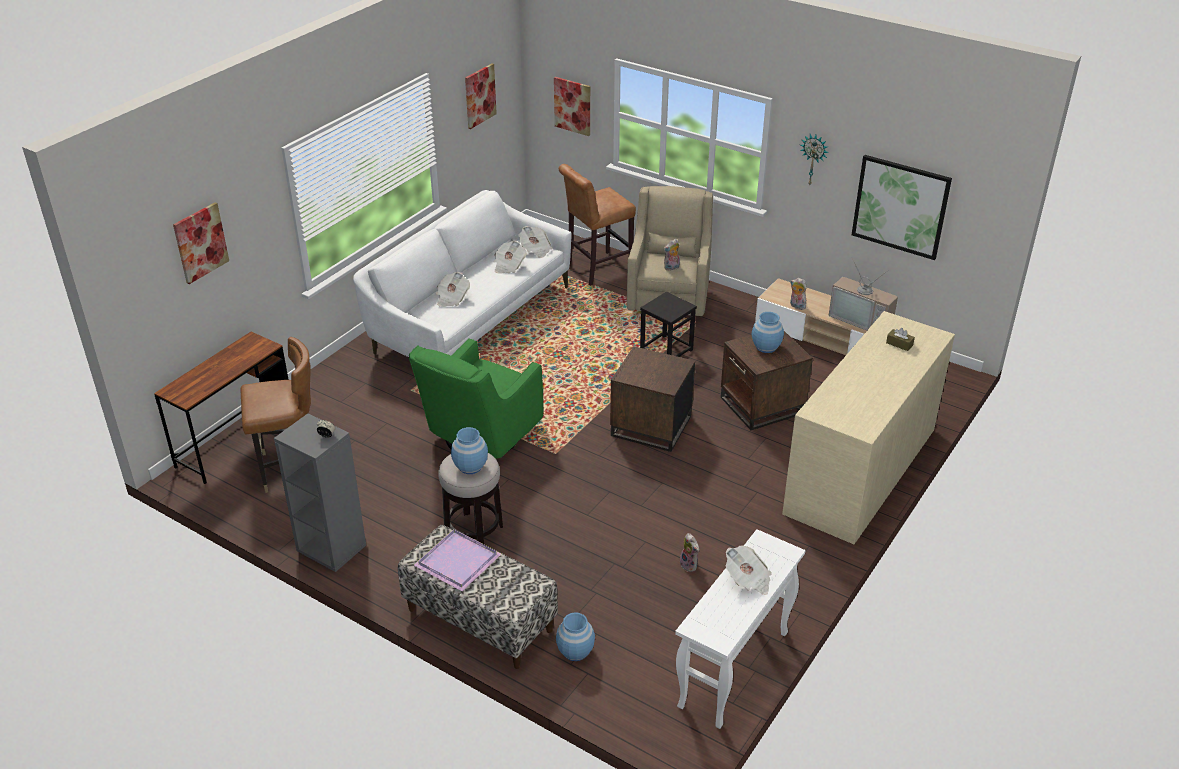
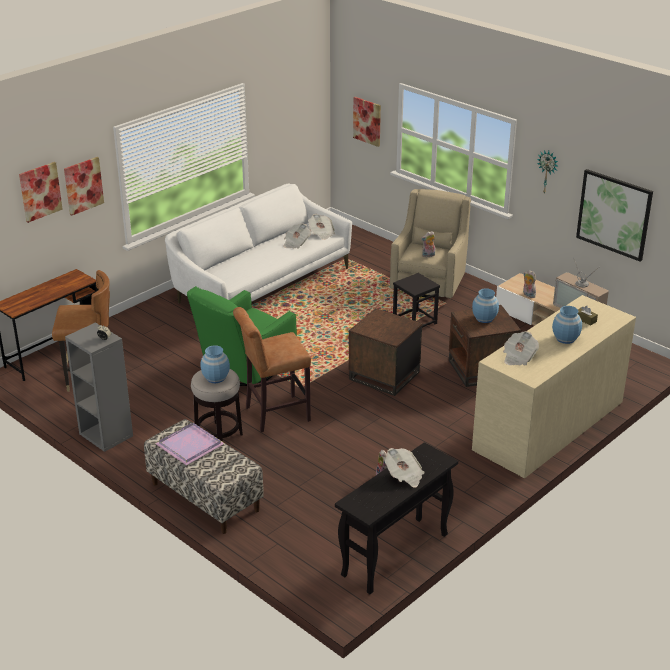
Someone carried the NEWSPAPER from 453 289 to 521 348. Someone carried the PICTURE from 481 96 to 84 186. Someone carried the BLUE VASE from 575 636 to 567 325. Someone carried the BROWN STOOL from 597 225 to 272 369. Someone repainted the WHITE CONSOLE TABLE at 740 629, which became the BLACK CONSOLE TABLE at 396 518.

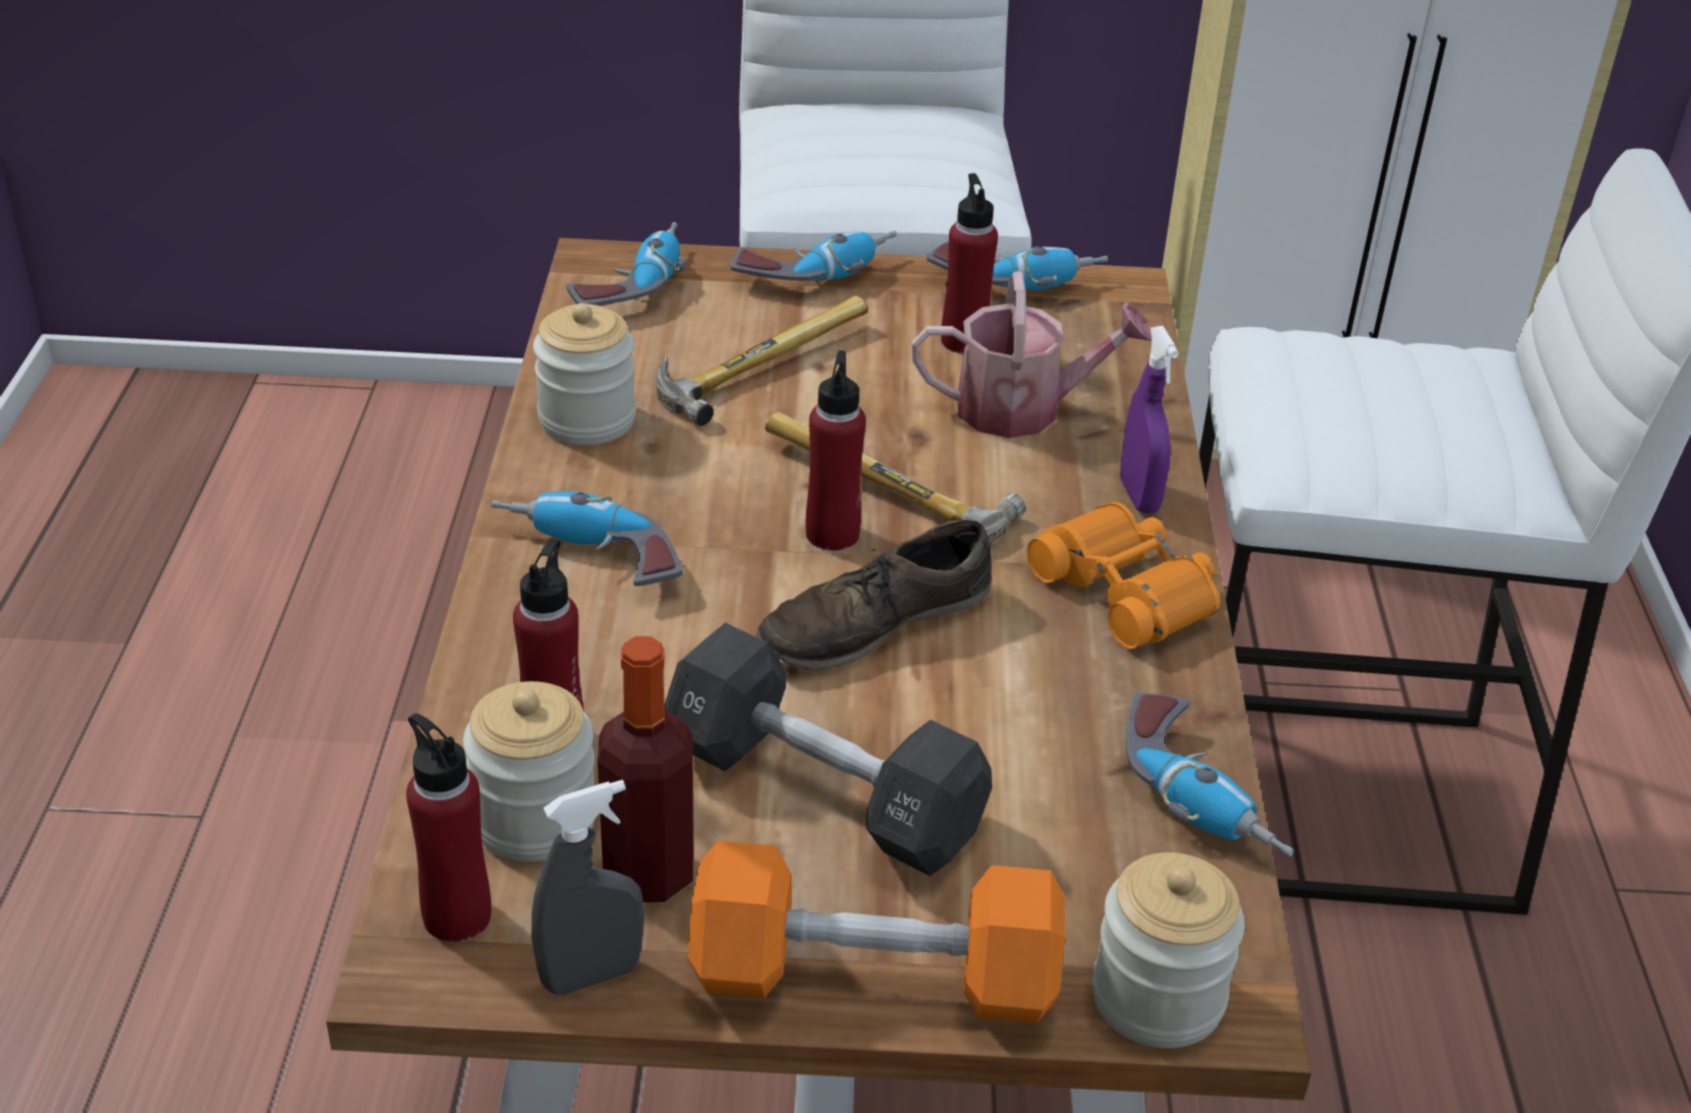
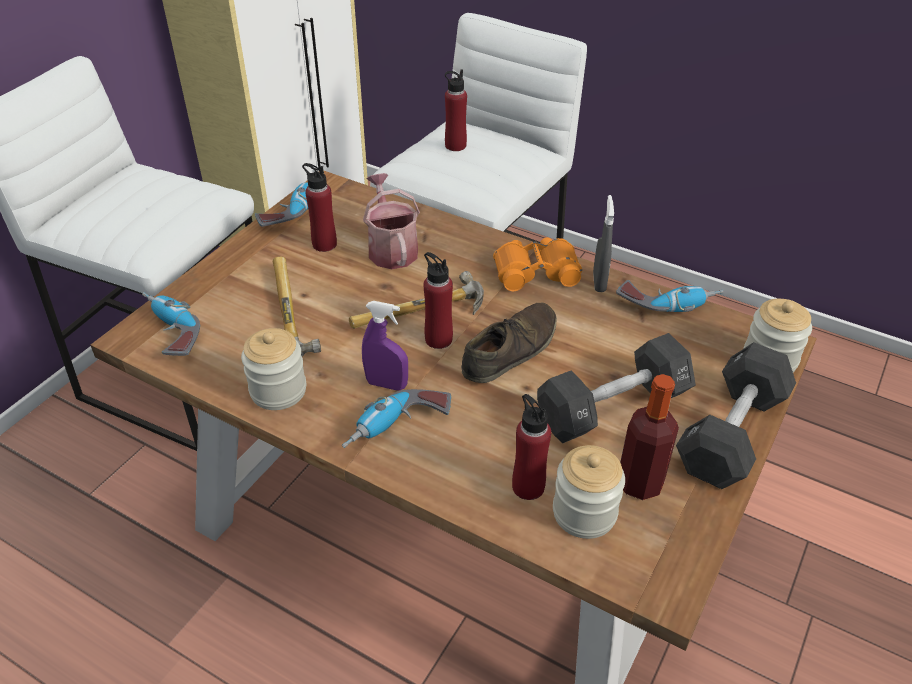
Someone carried the RED BOTTLE from 448 827 to 456 110. Someone carried the GREY SPRAY BOTTLE from 587 887 to 603 243. Someone repainted the ORANGE DUMBBELL at 876 932, which became the BLACK DUMBBELL at 736 415. Someone took away the POWER DRILL at 814 256. Someone rotated the BROWN SHOE at 874 595 by 135 degrees counterclockwise. Someone rotated the WATERING CAN at 1032 354 by 45 degrees counterclockwise. Someone carried the PURPLE SPRAY BOTTLE from 1149 420 to 385 345.

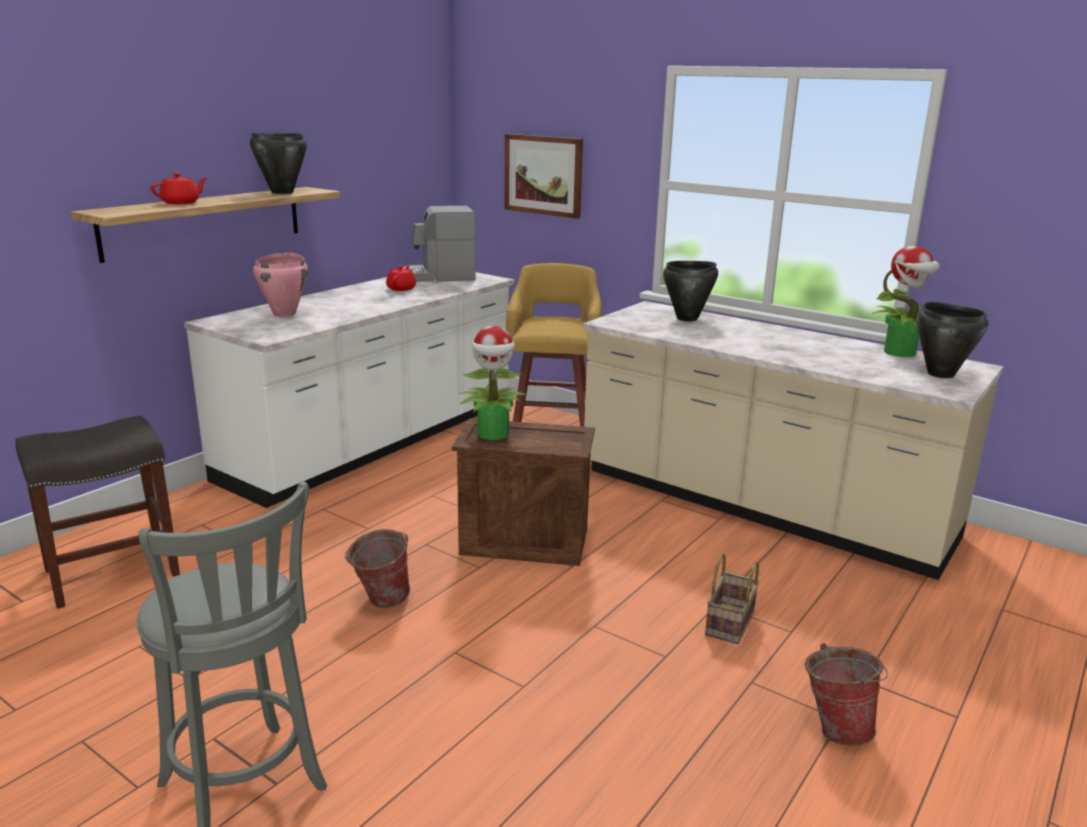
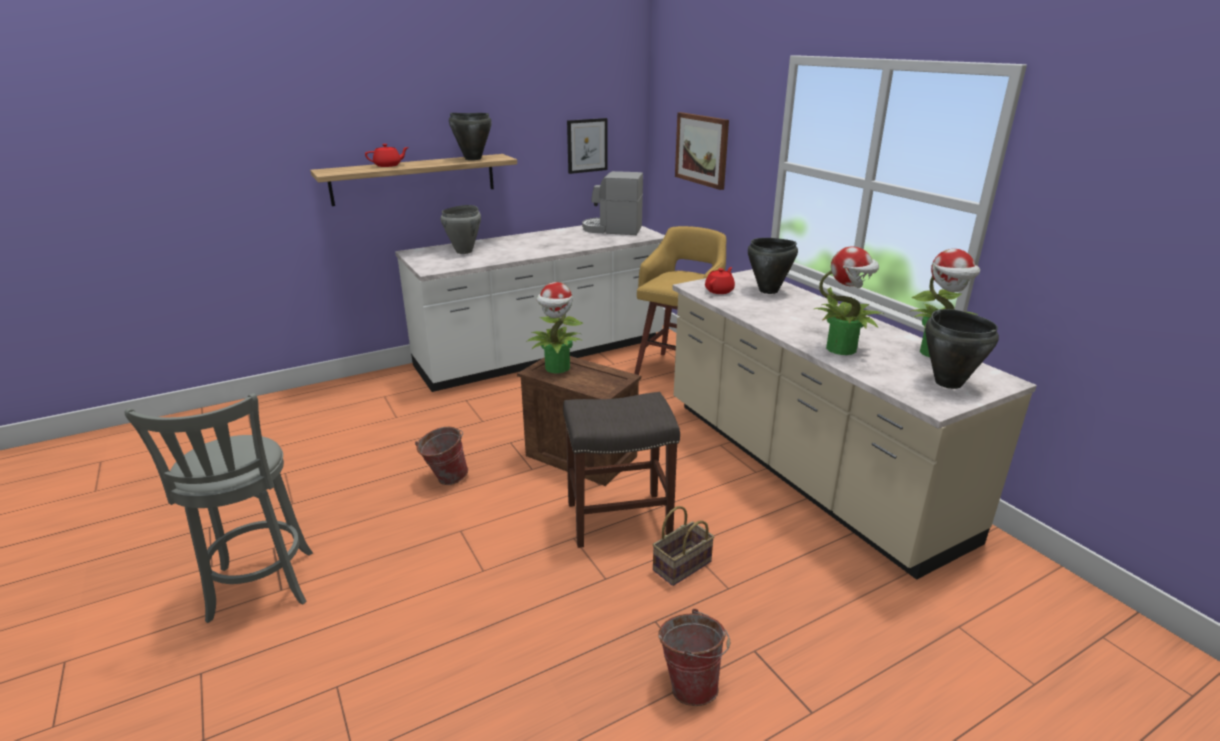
Someone carried the GREY STOOL from 97 512 to 621 470. Someone repainted the PINK COOKING POT at 280 284, which became the GREY COOKING POT at 461 229. Someone carried the RED TEAPOT from 401 278 to 720 280. Someone put up the PICTURE at 587 146. Someone put down the POTTED PLANT at 849 300.

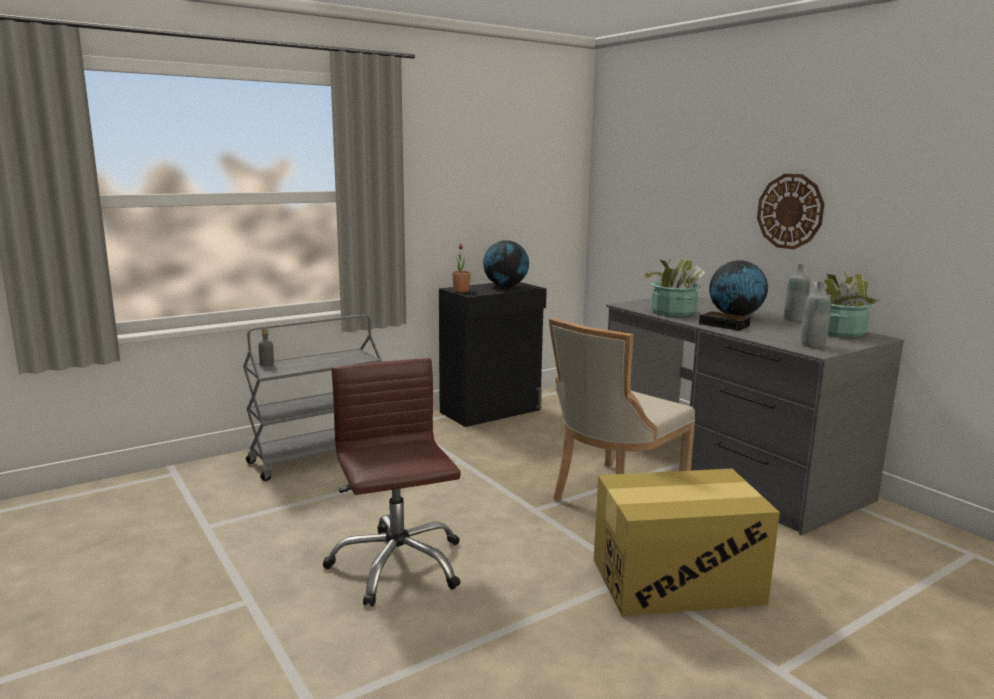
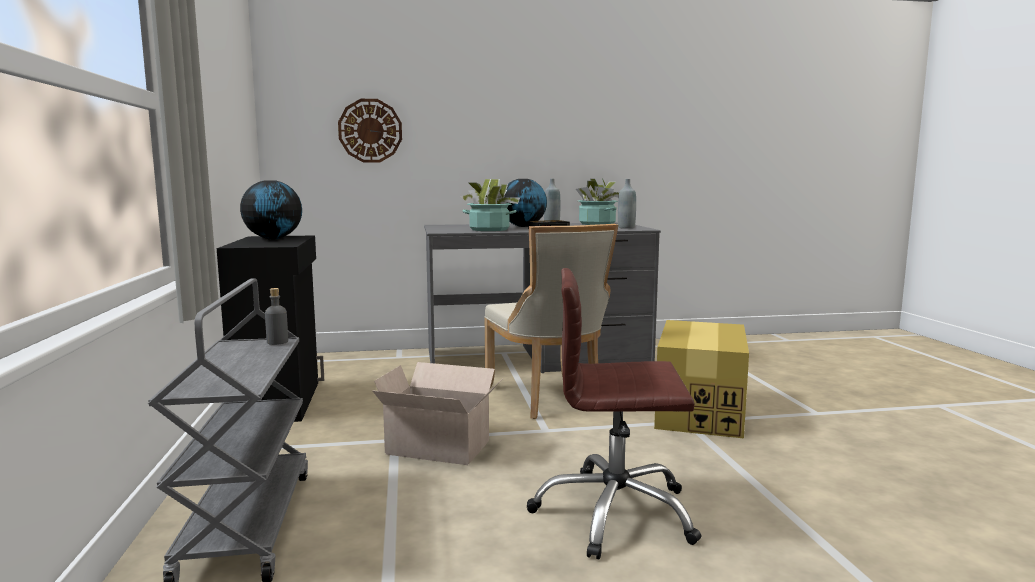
Someone carried the GREY BOTTLE from 266 347 to 276 316. Someone took away the POTTED PLANT at 461 268. Someone carried the WALL CLOCK from 790 211 to 370 131. Someone put down the CARDBOARD BOX at 437 413.

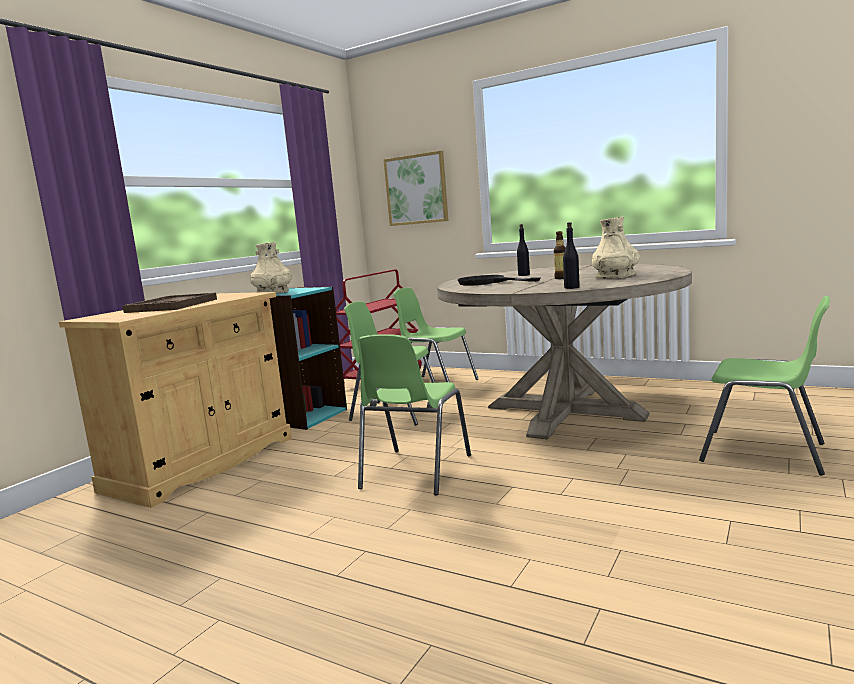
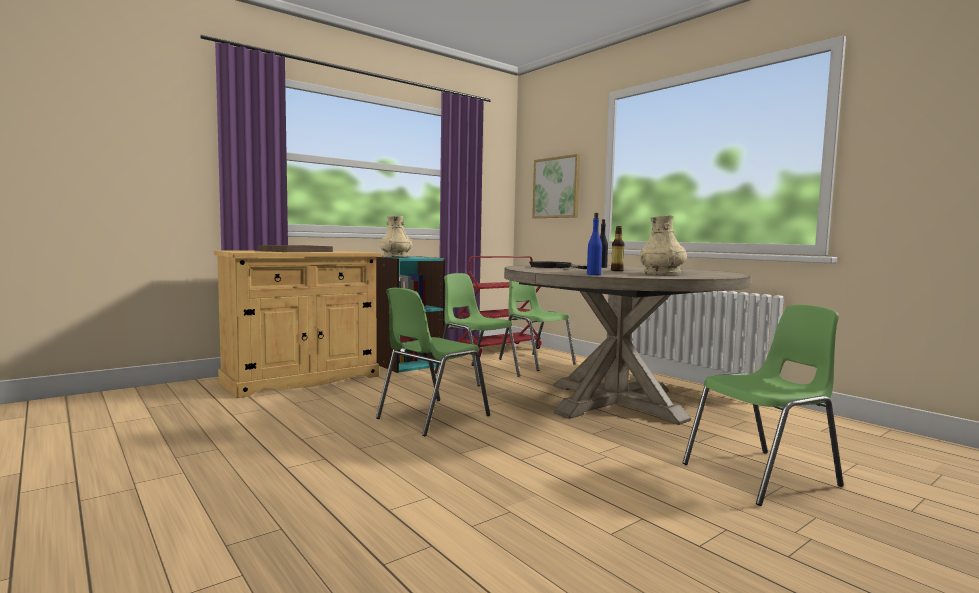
Someone repainted the BLACK BOTTLE at 571 255, which became the BLUE BOTTLE at 594 244. Someone rotated the GREEN CHAIR at 764 385 by 75 degrees counterclockwise.

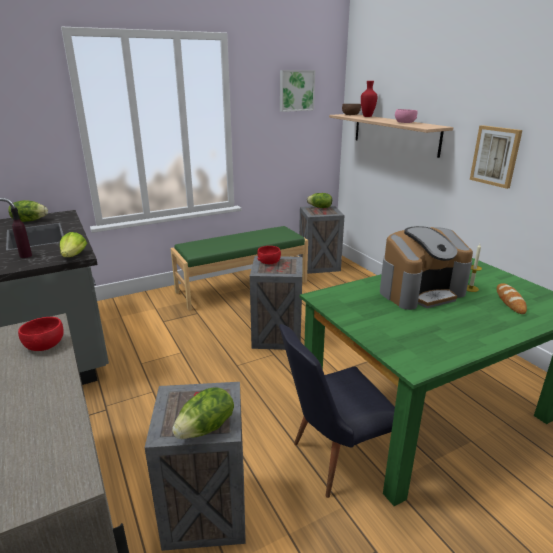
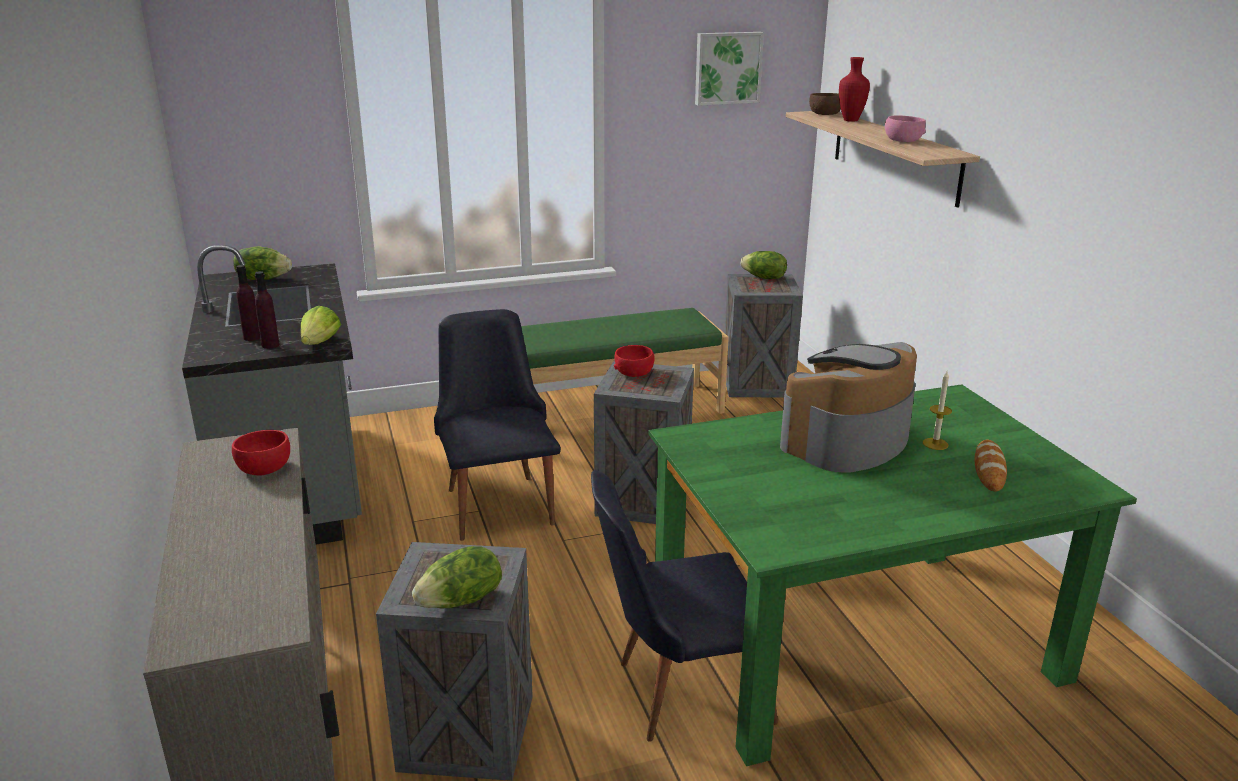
Someone rotated the COFFEE MACHINE at 426 268 by 150 degrees clockwise. Someone took away the PICTURE at 496 157. Someone put down the PURPLE BOTTLE at 267 310. Someone put down the BLACK CHAIR at 497 425.

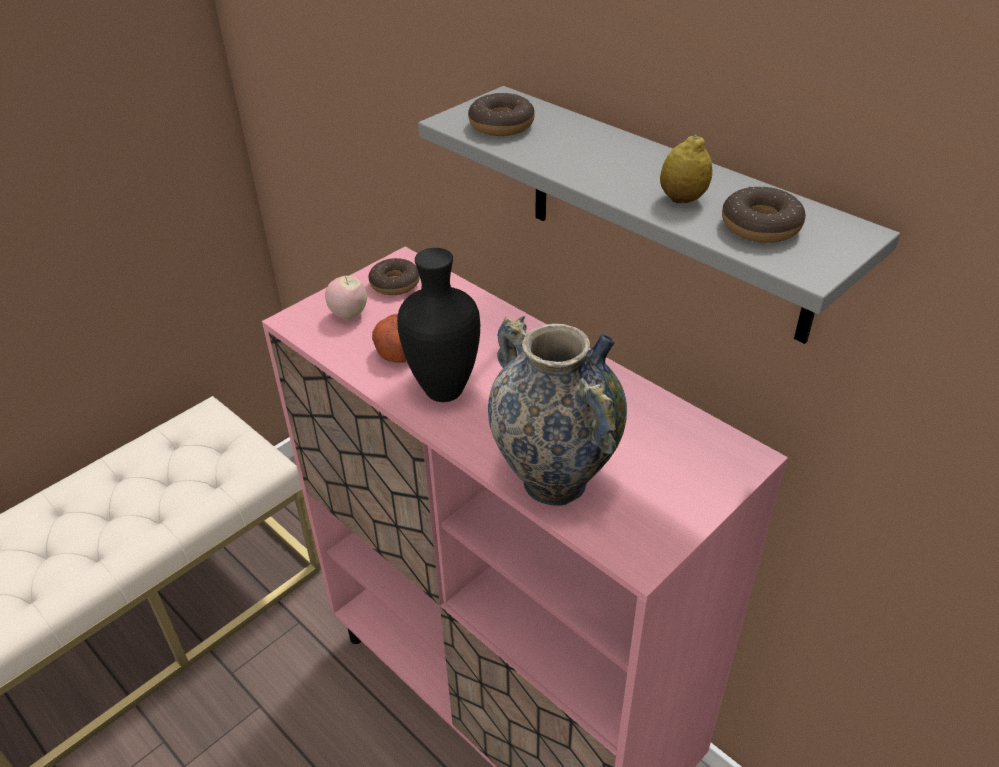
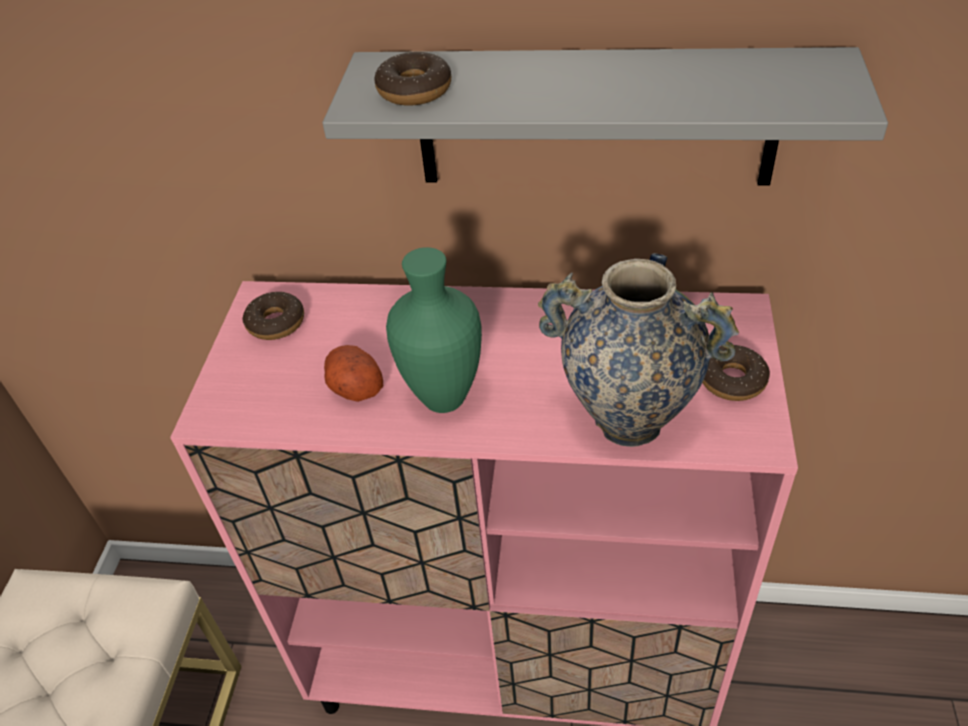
Someone took away the APPLE at 346 297. Someone repainted the BLACK VASE at 438 325, which became the GREEN VASE at 434 330. Someone took away the LEMON at 686 168. Someone carried the DONUT from 764 214 to 736 373.

